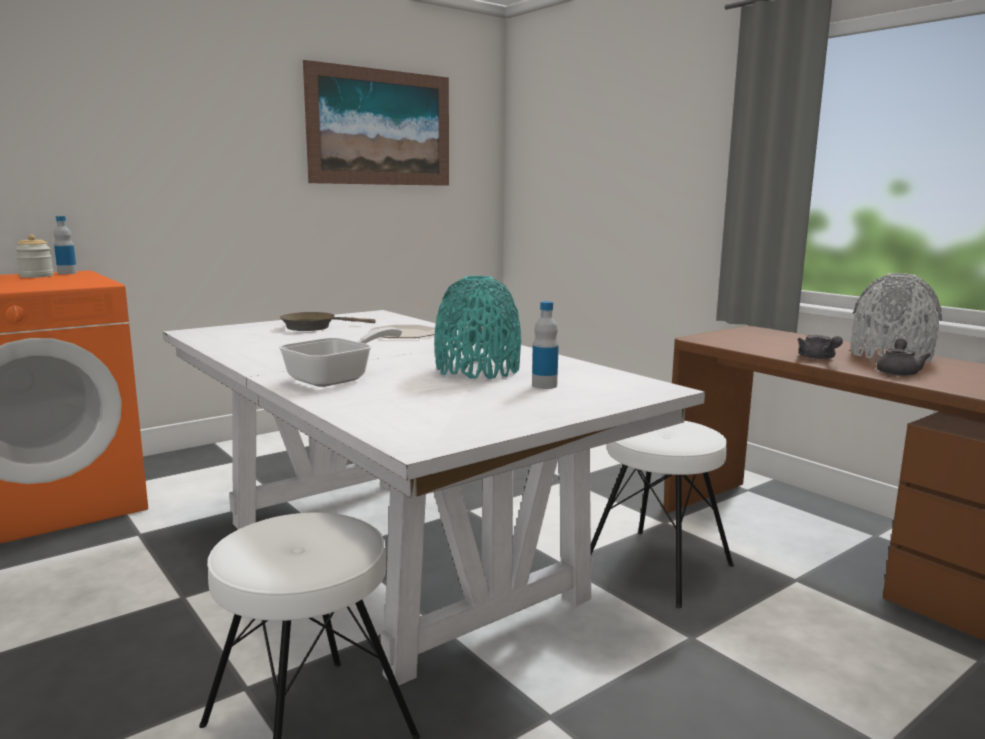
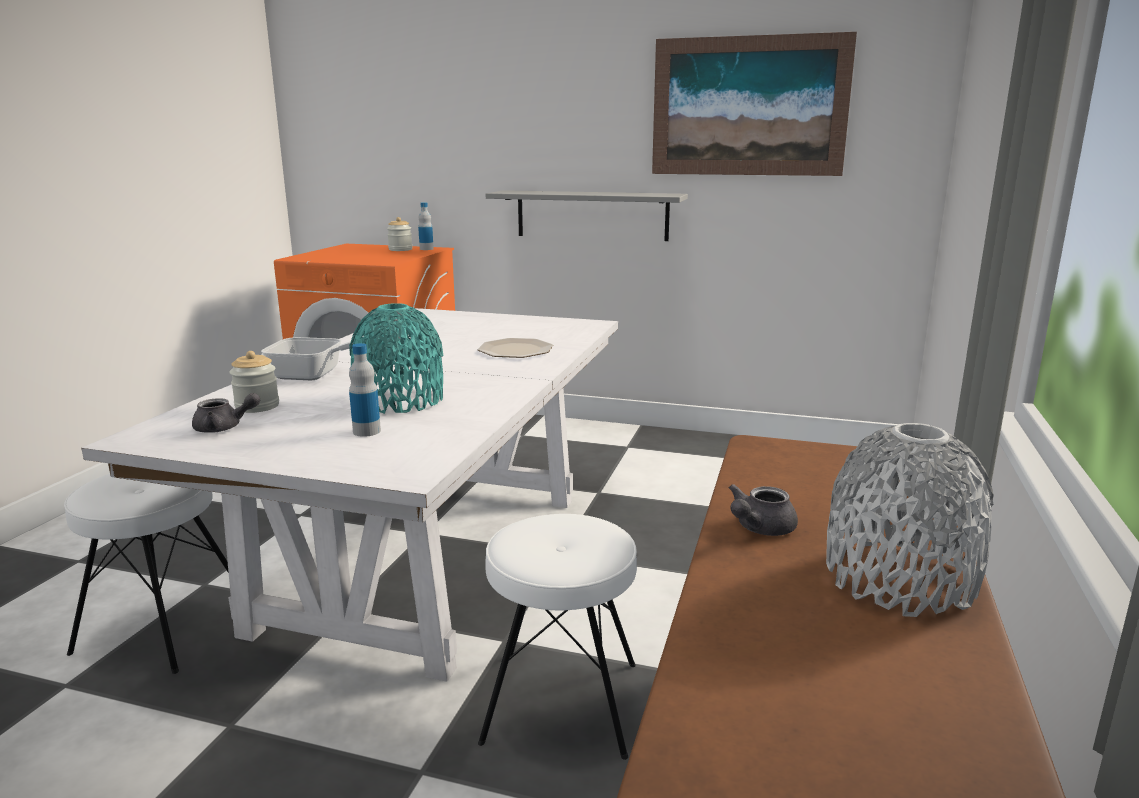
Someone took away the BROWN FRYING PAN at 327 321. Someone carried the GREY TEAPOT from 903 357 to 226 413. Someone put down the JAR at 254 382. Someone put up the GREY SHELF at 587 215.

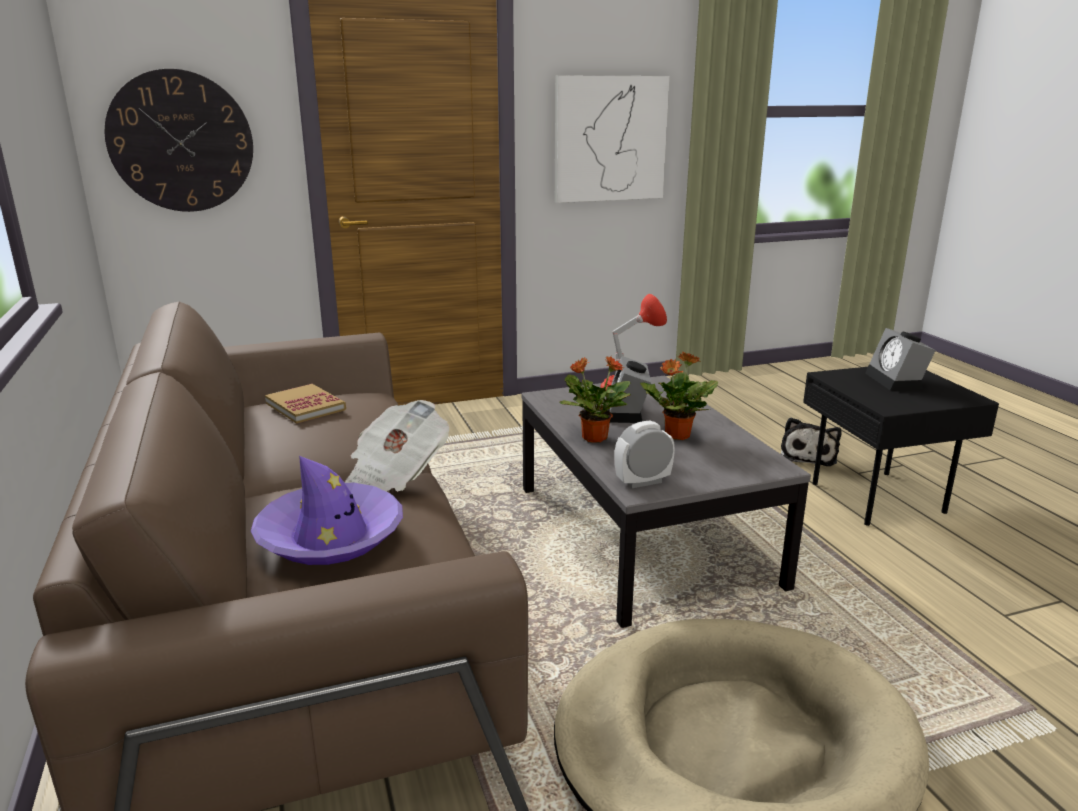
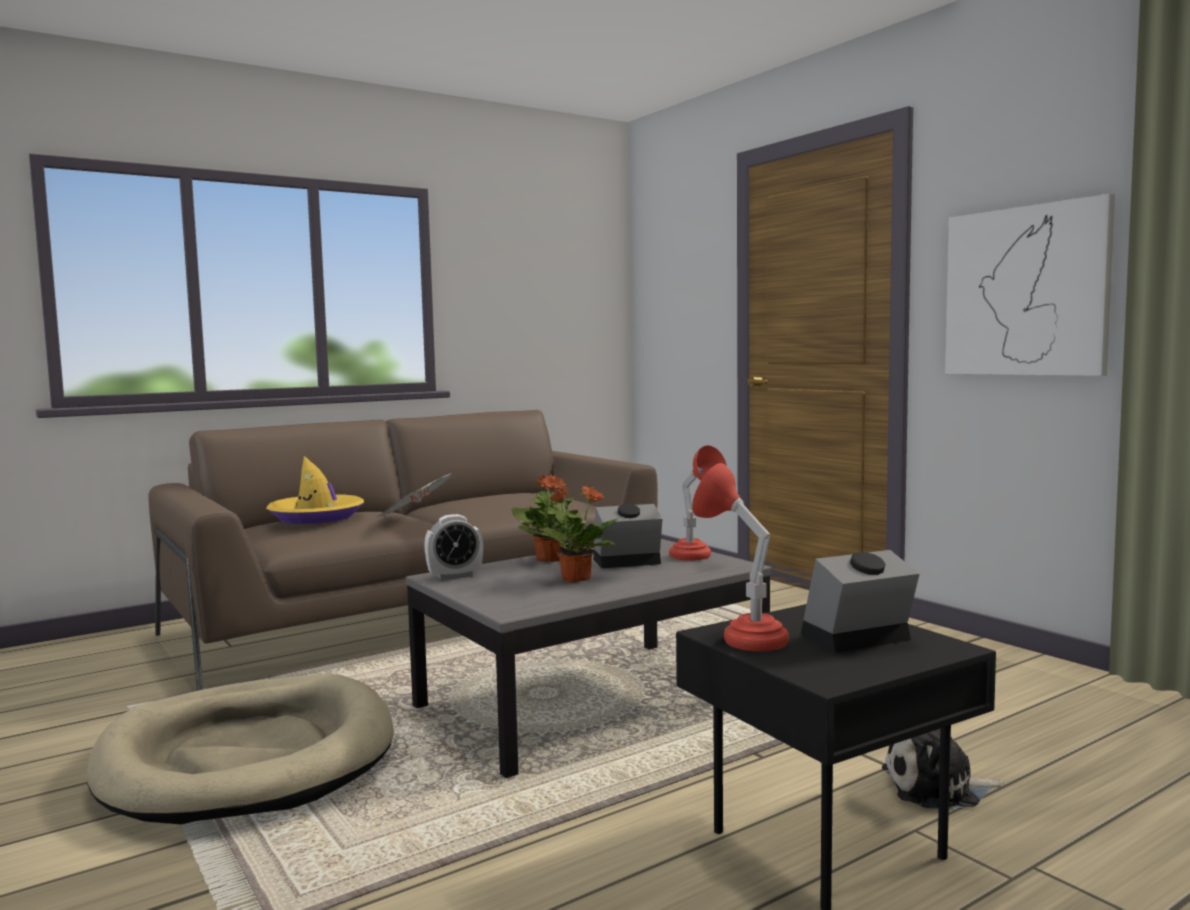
Someone took away the WALL CLOCK at 179 140. Someone repainted the PURPLE HAT at 327 510, which became the YELLOW HAT at 315 490. Someone took away the BOOK at 305 404. Someone rotated the ALARM CLOCK at 644 454 by 105 degrees clockwise. Someone put down the RED TABLE LAMP at 740 557.

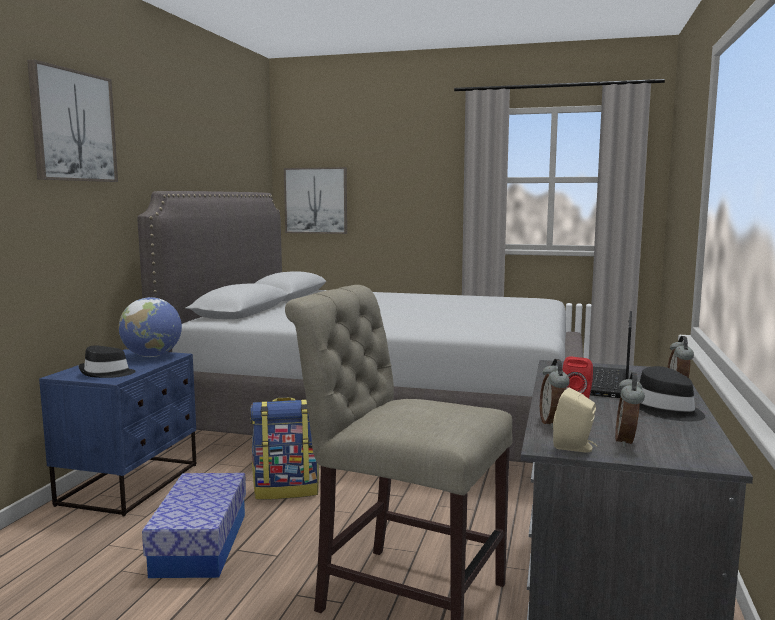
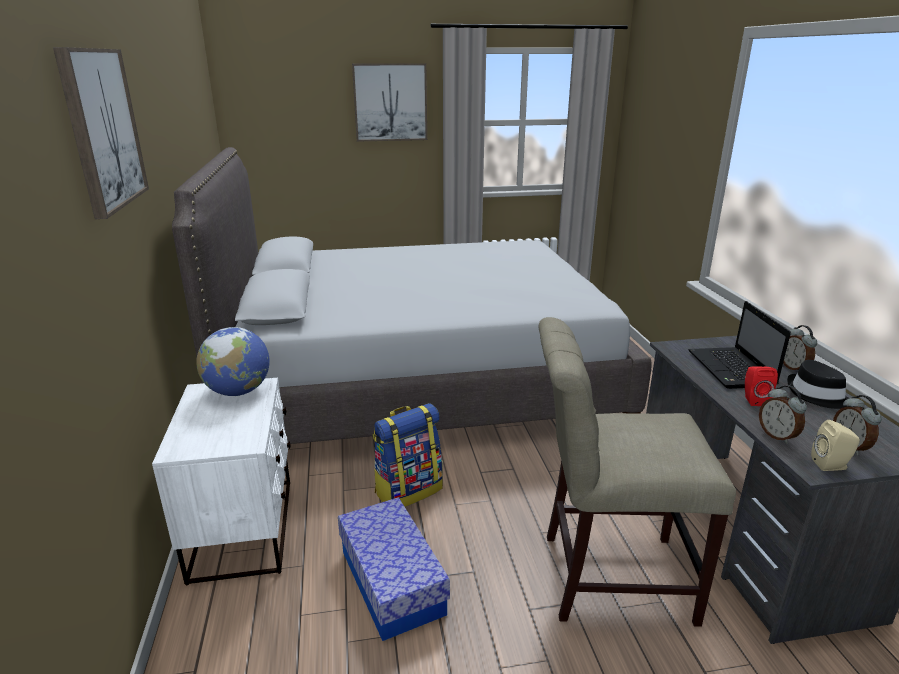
Someone repainted the BLUE NIGHTSTAND at 117 433, which became the WHITE NIGHTSTAND at 221 482. Someone took away the BLACK HAT at 107 362. Someone carried the PICTURE from 315 200 to 389 102.

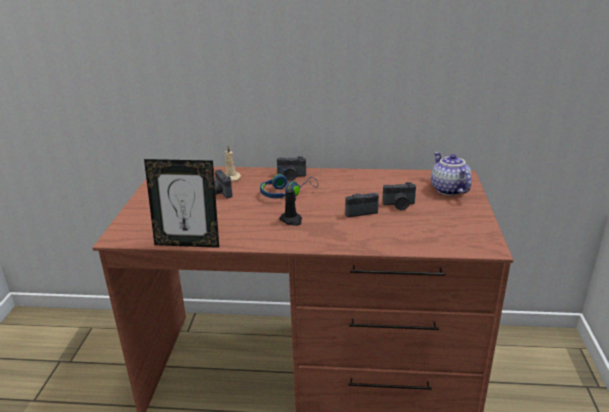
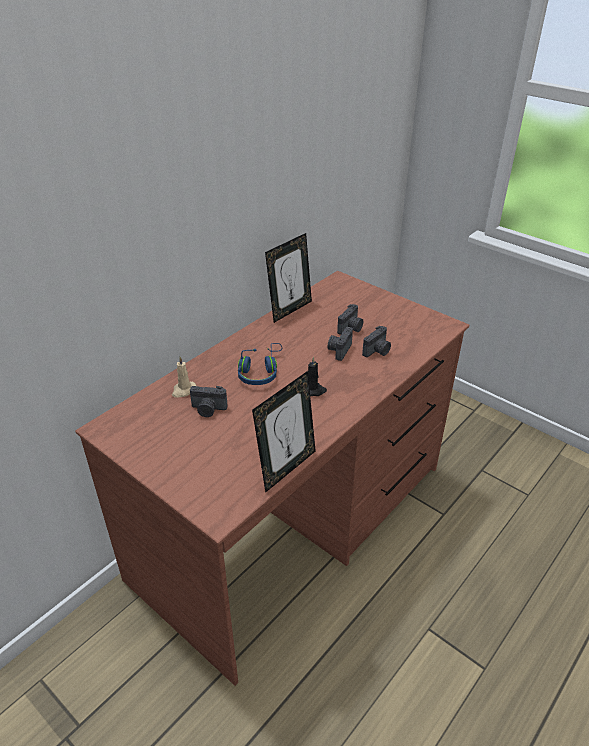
Someone carried the PHOTO CAMERA from 291 168 to 376 341. Someone took away the TEAPOT at 451 174. Someone put down the PICTURE FRAME at 288 278.

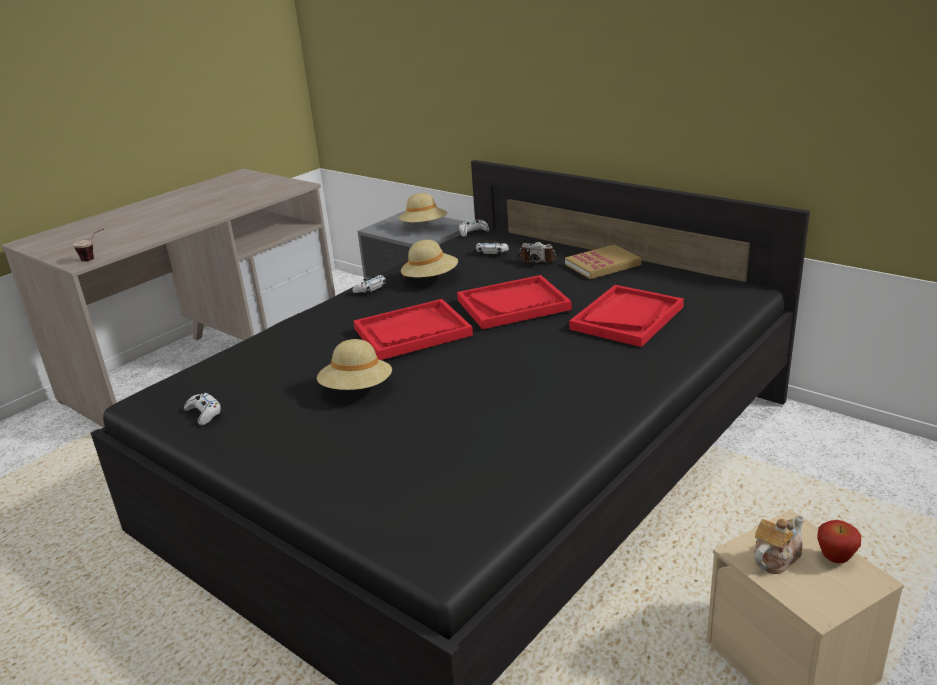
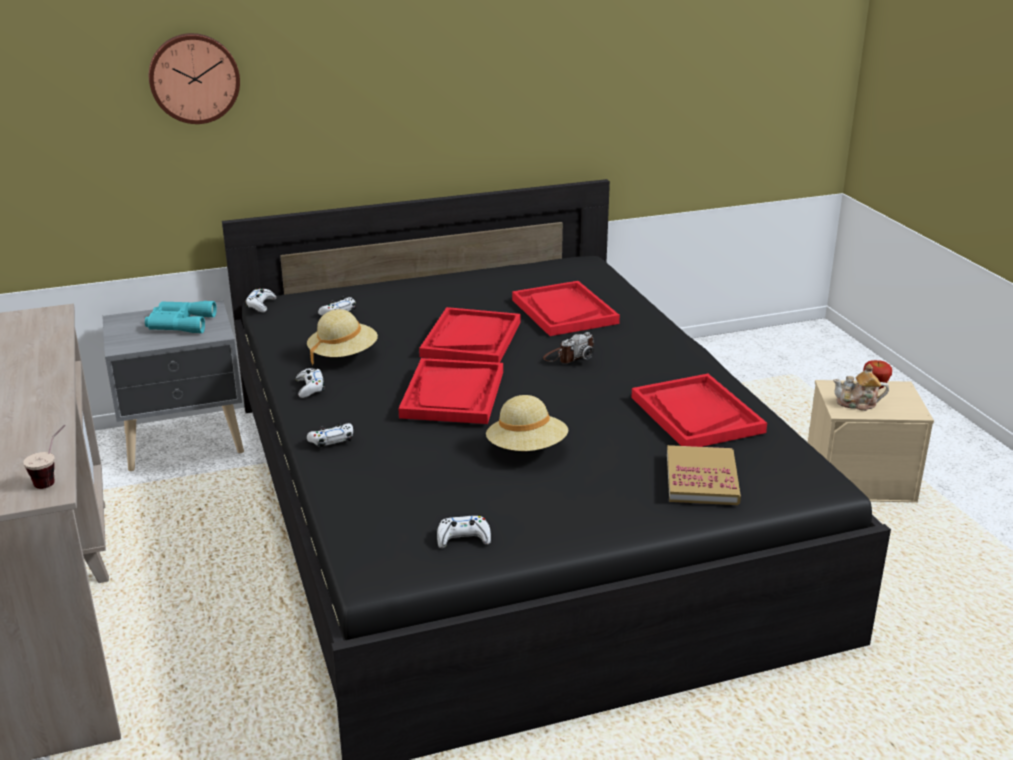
Someone swapped the BEIGE HAT at 423 207 for the TURQUOISE BINOCULARS at 181 317. Someone carried the PHOTO CAMERA from 537 252 to 568 347. Someone carried the BOOK from 603 262 to 704 475. Someone rotated the TEAPOT at 779 545 by 75 degrees counterclockwise. Someone put up the WALL CLOCK at 194 78. Someone put down the WHITE GAME CONTROLLER at 330 435. Someone put down the RED TRAY at 699 410.

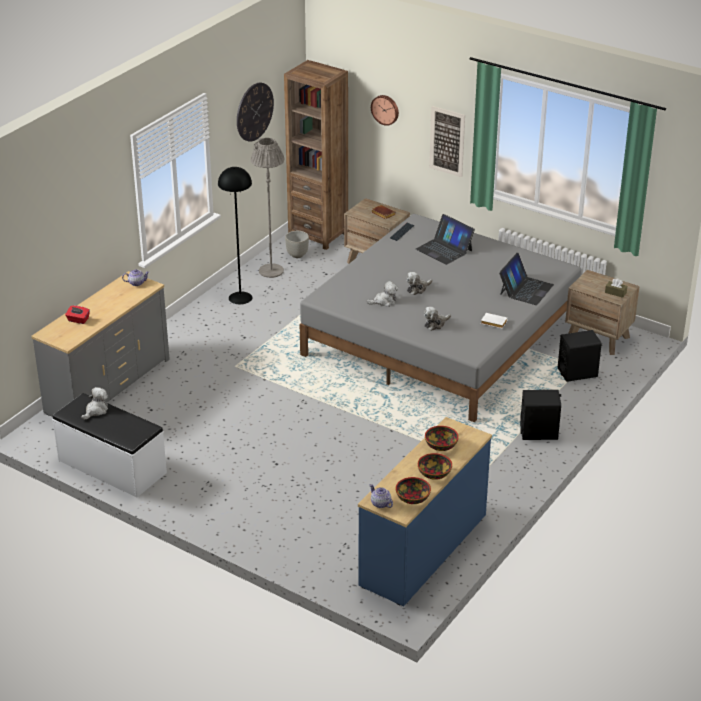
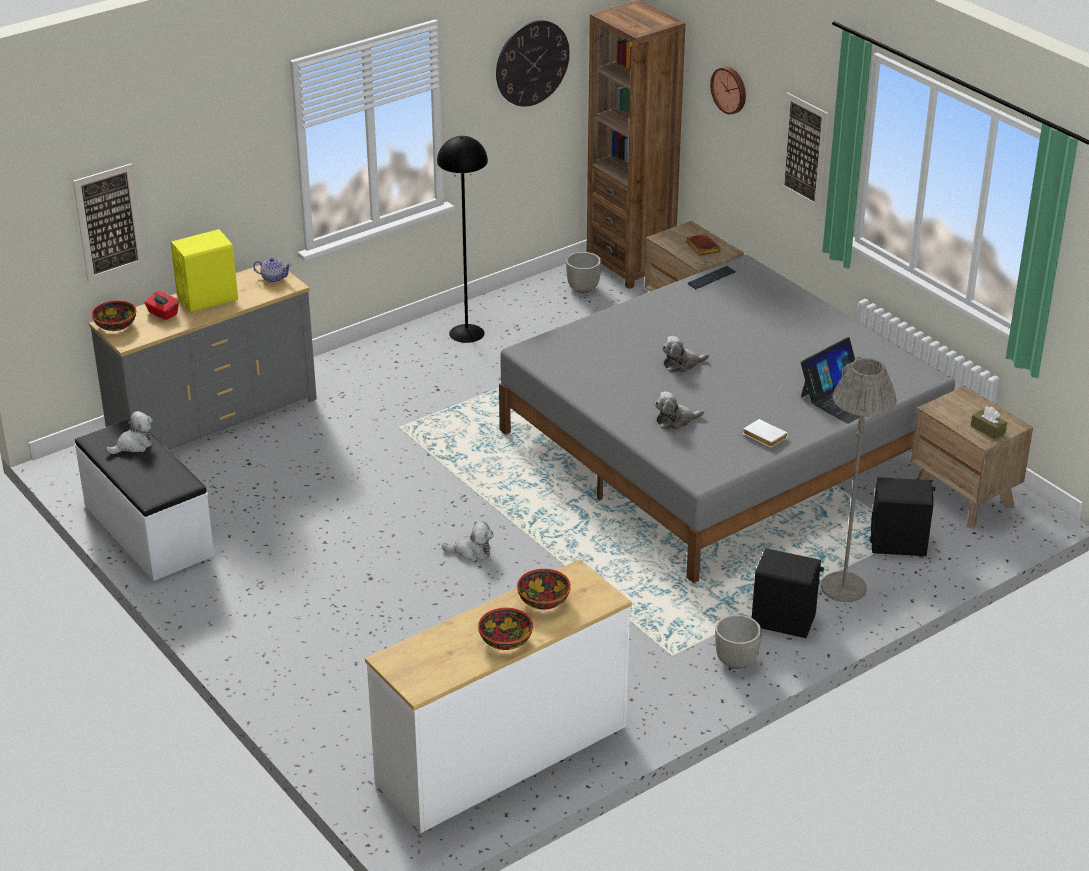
Someone carried the GREY FLOOR LAMP from 267 208 to 859 479. Someone repainted the BLUE DRESSER at 425 512, which became the WHITE DRESSER at 498 696. Someone carried the PLUSH TOY from 382 294 to 467 541. Someone took away the TEAPOT at 381 496. Someone carried the BOWL from 413 490 to 114 315. Someone took away the LAPTOP at 445 239. Someone put up the PICTURE at 109 223. Someone put down the YELLOW SPEAKER at 204 271. Someone put down the GREY PLANTER at 738 642.

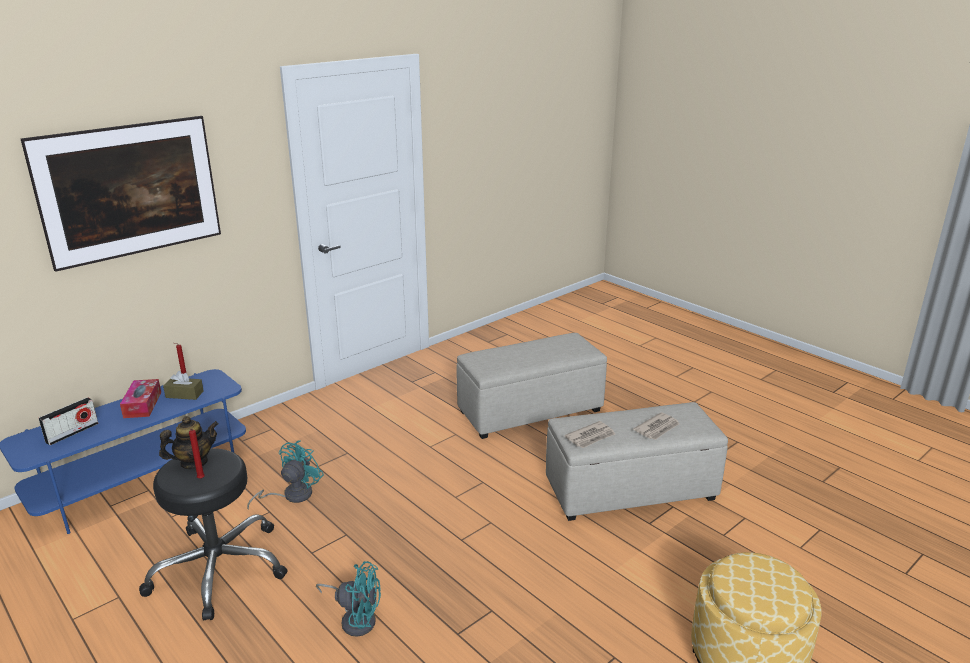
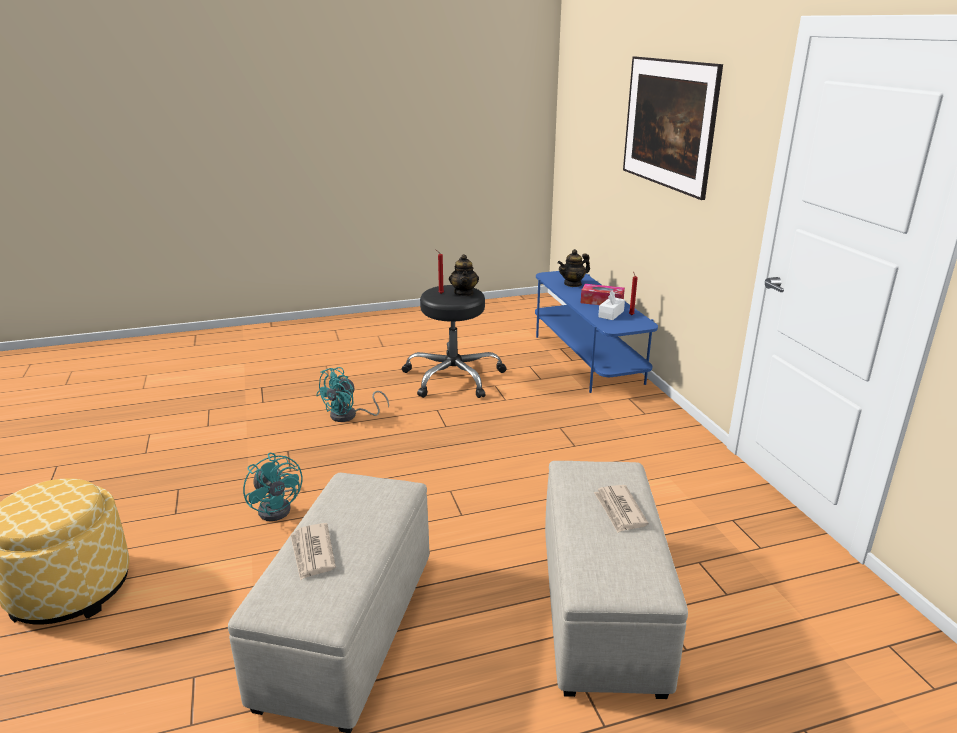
Someone swapped the RADIO at 68 421 for the TEAPOT at 574 268. Someone repainted the BROWN TISSUE BOX at 183 385, which became the WHITE TISSUE BOX at 611 305. Someone carried the TURQUOISE FAN from 285 475 to 272 487. Someone carried the NEWSPAPER from 589 434 to 621 509.

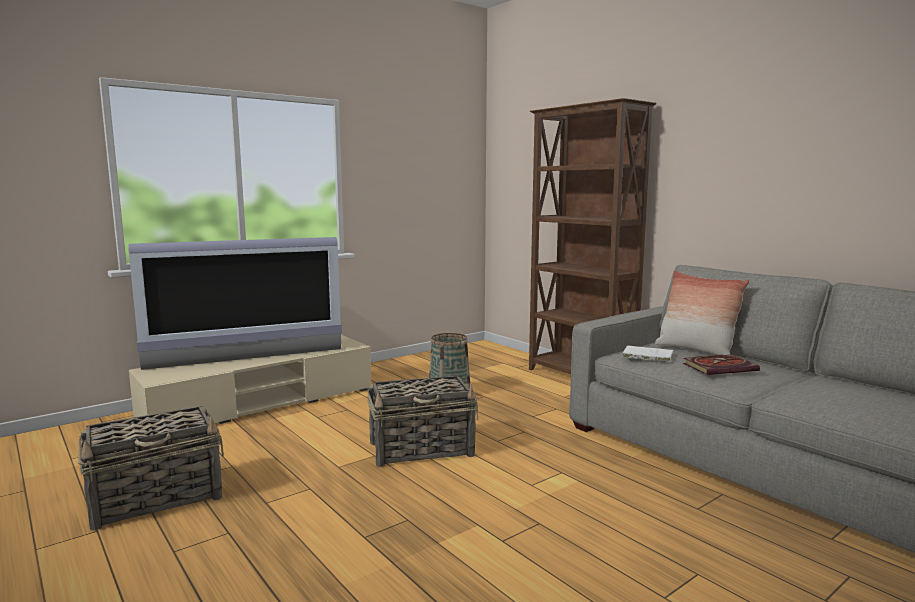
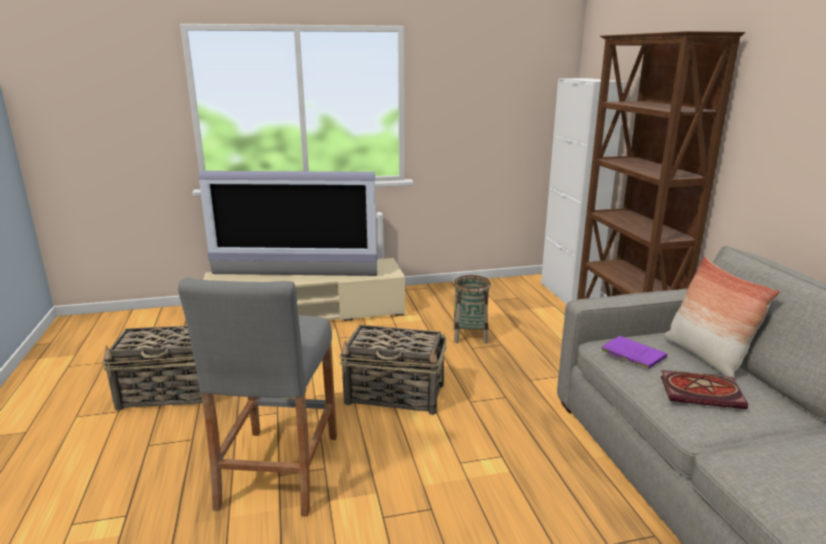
Someone repainted the WHITE BOOK at 648 353, which became the PURPLE BOOK at 633 352. Someone put down the GREY STOOL at 257 397. Someone put down the WHITE CABINET at 583 191.

